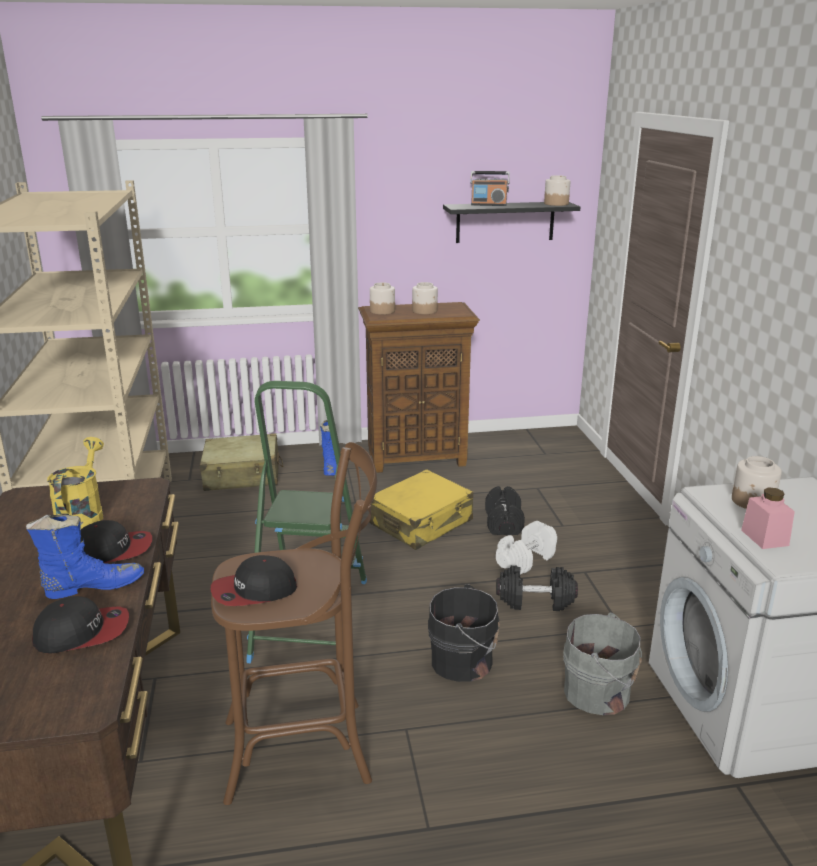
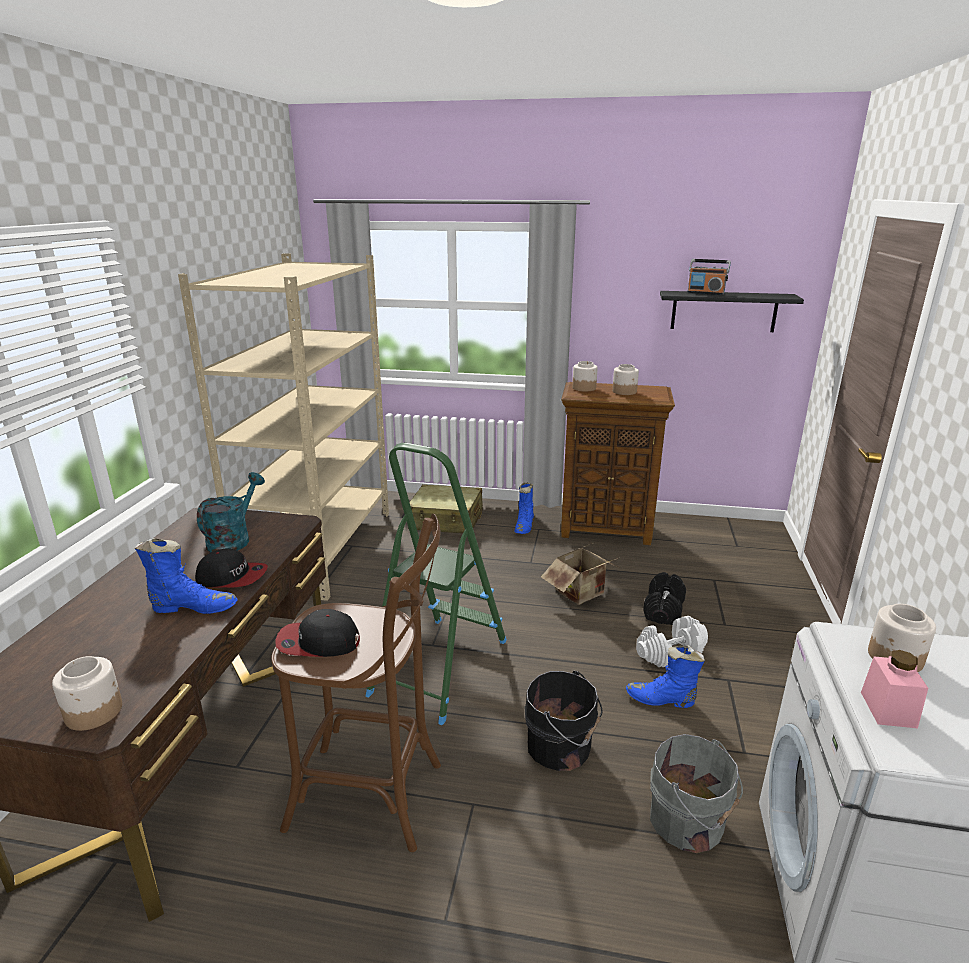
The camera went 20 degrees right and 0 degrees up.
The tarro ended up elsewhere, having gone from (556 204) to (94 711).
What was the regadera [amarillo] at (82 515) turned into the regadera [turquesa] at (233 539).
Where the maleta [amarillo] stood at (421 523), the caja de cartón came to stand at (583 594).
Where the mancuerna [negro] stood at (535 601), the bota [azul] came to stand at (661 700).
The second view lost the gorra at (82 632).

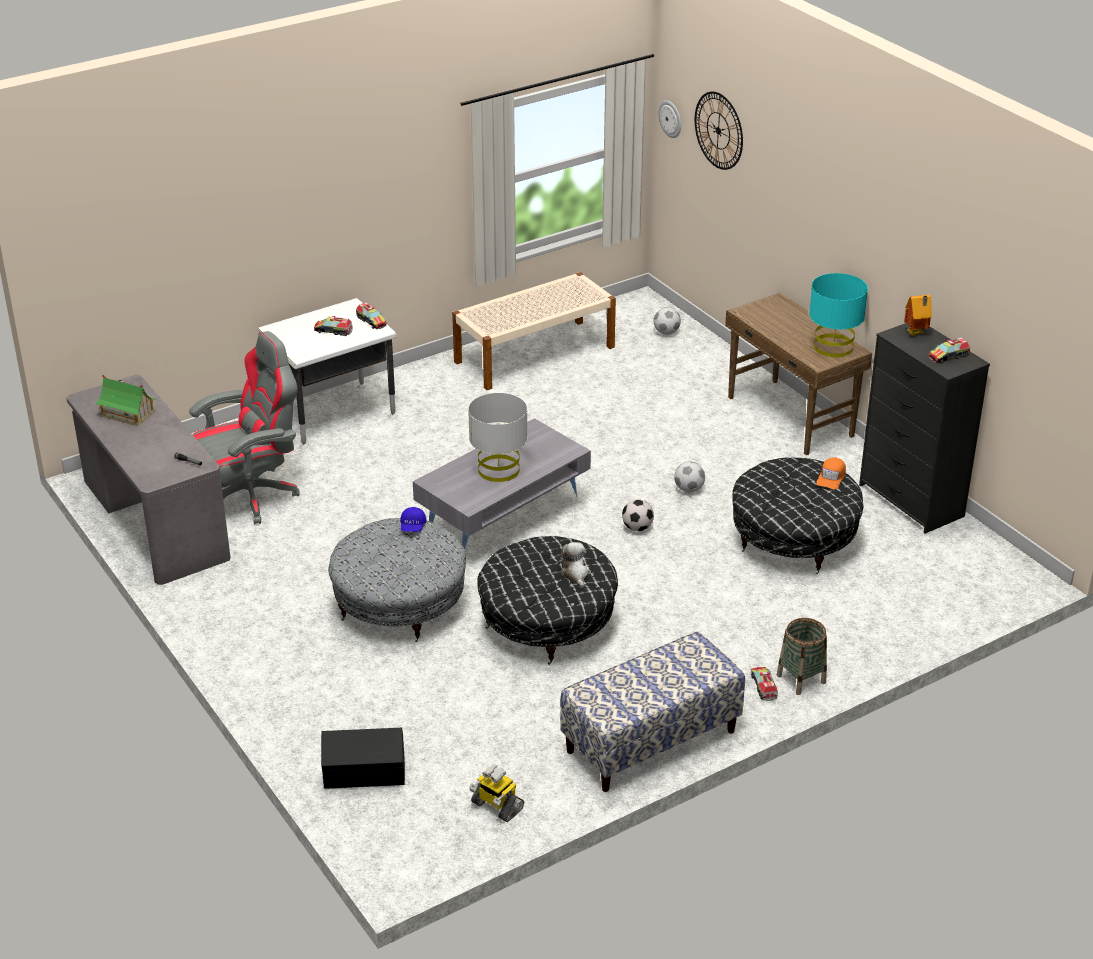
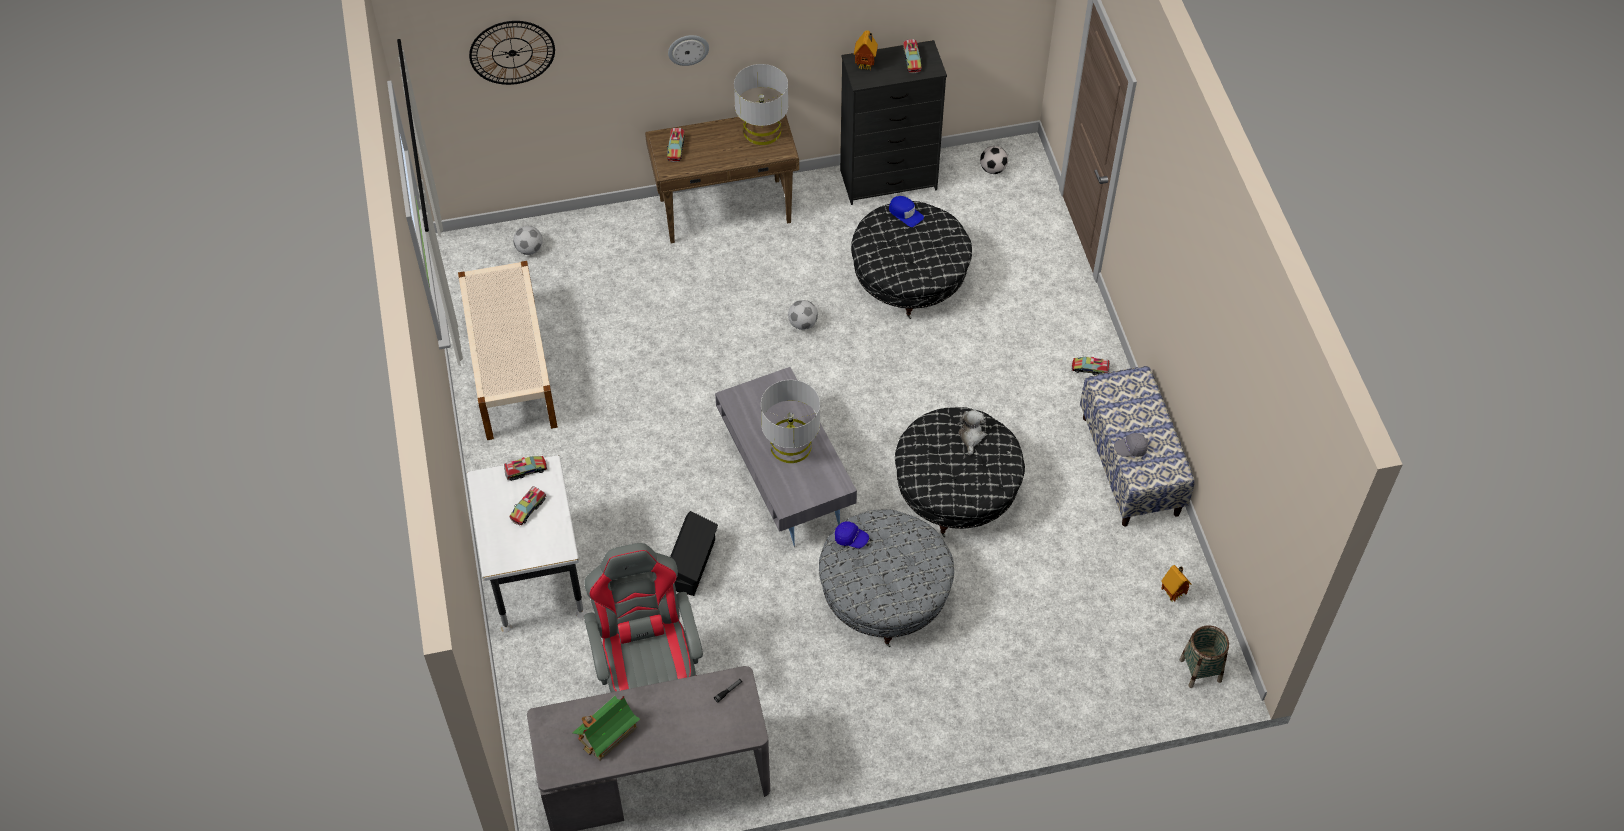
The camera went 70 degrees left and 20 degrees up.
The reloj de pared ended up elsewhere, having gone from (671 118) to (688 49).
What was the lámpara de mesa [turquesa] at (833 347) turned into the lámpara de mesa [gris] at (762 131).
What was the gorra [naranja] at (831 477) turned into the gorra [azul] at (905 213).
The balón de fútbol ended up elsewhere, having gone from (637 528) to (993 169).
The peluche at (575 574) ended up facing another way, 90 degrees clockwise from before.
The cesta ended up elsewhere, having gone from (801 679) to (1200 670).
The caja de almacenaje [negro] ended up elsewhere, having gone from (365 774) to (691 563).
Where the robot de juguete stood at (496 806), the casita came to stand at (1173 594).
The second view gained the camión de juguete at (676 148).
The second view gained the gorra [gris] at (1130 449).

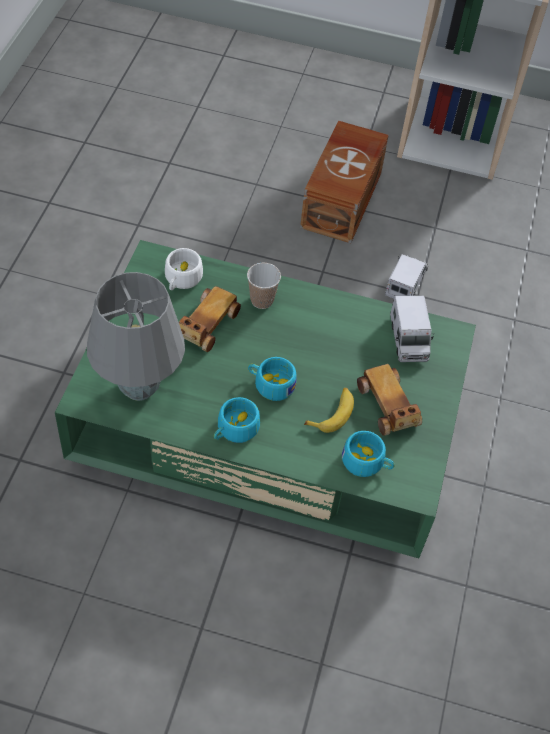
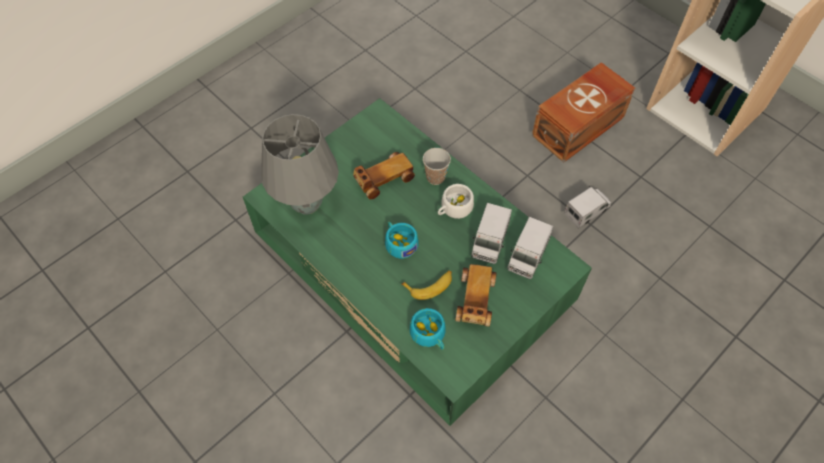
The camera went 35 degrees right and 5 degrees up.
The taza [blanco] ended up elsewhere, having gone from (181 280) to (453 209).
The second view lost the taza [turquesa] at (234 430).
The second view gained the camión de juguete at (489 241).

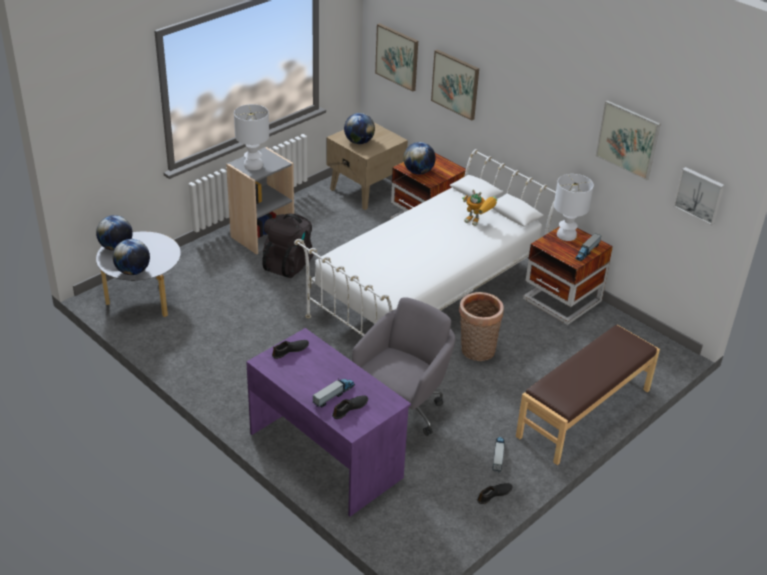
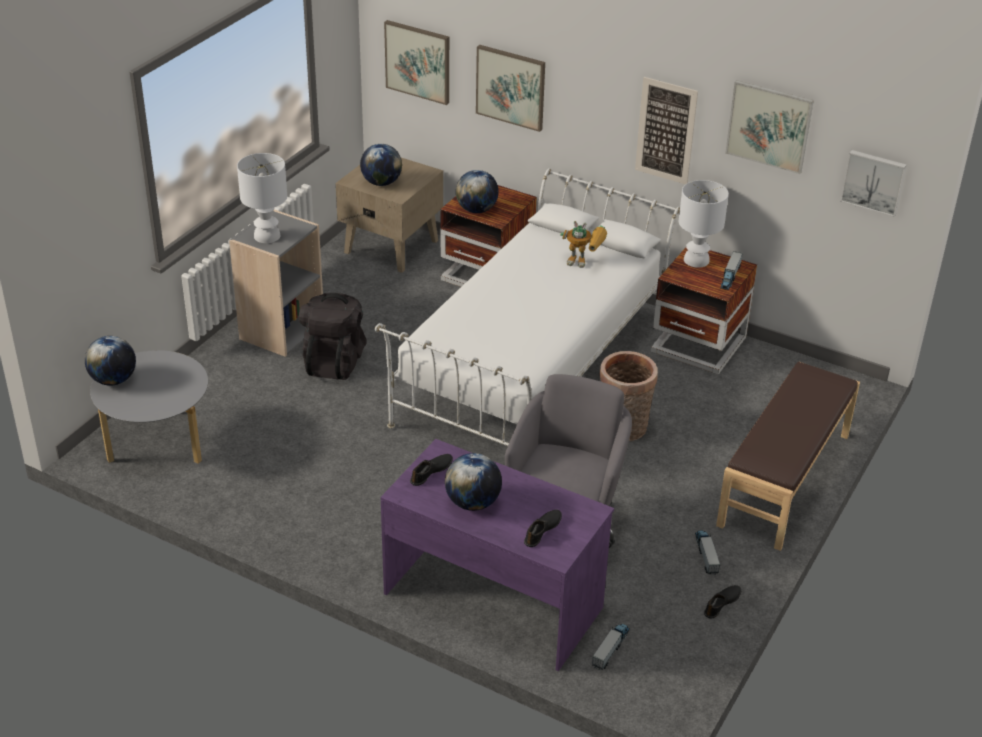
The camera went 15 degrees left and 0 degrees up.
The globo terráqueo ended up elsewhere, having gone from (133 271) to (473 503).
The camión de juguete ended up elsewhere, having gone from (334 395) to (611 649).
The second view gained the cuadro at (666 131).

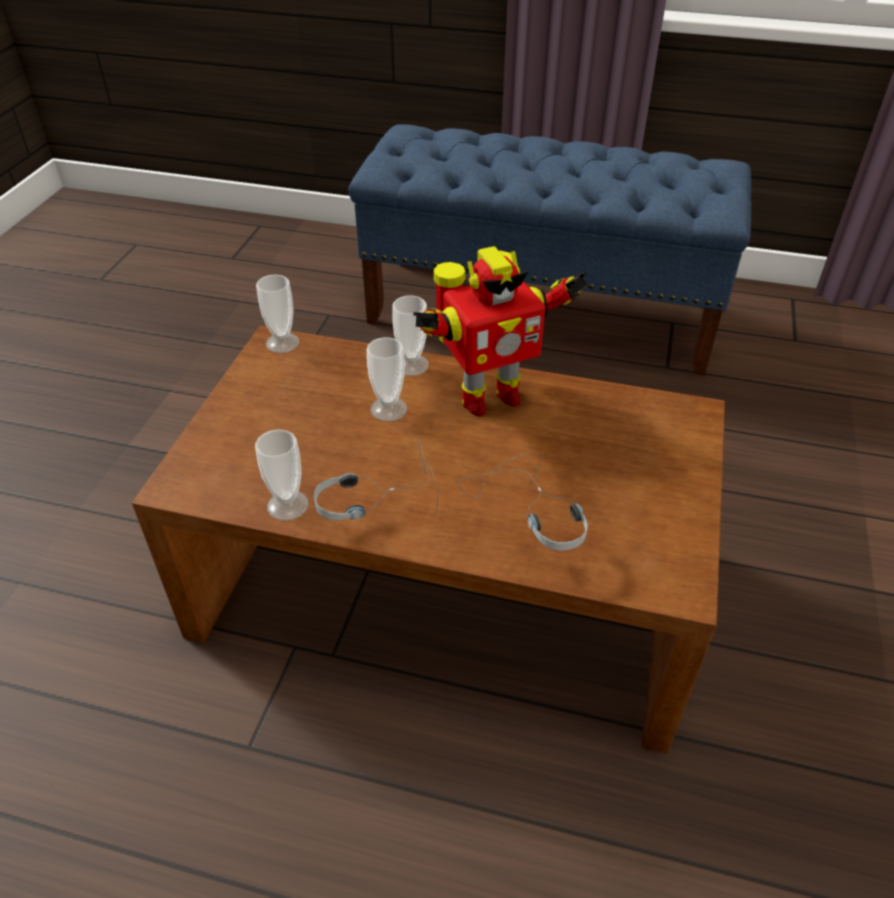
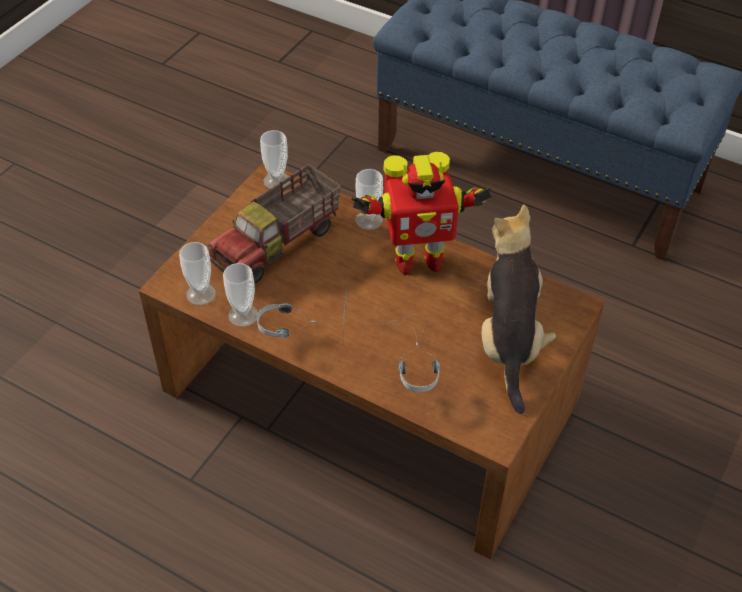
The camera went 15 degrees right and 5 degrees up.
The taza ended up elsewhere, having gone from (388 409) to (201 294).
The second view gained the camión de juguete at (278 244).
The second view gained the peluche at (509 341).

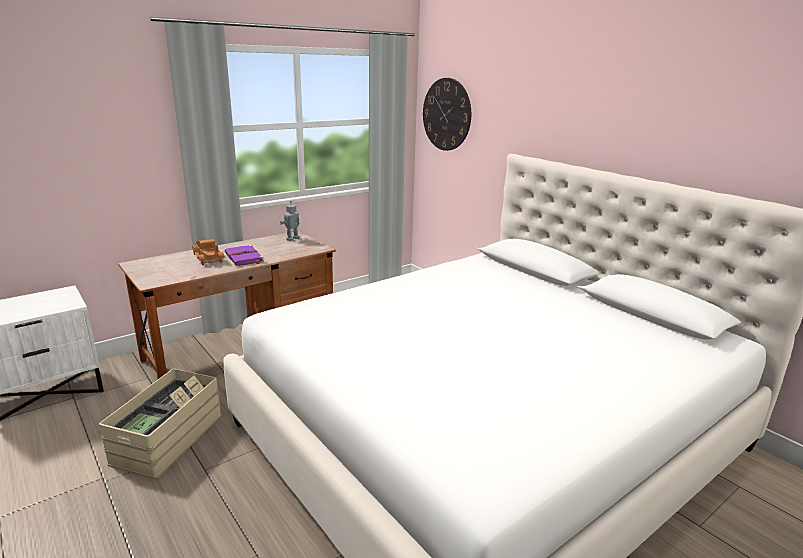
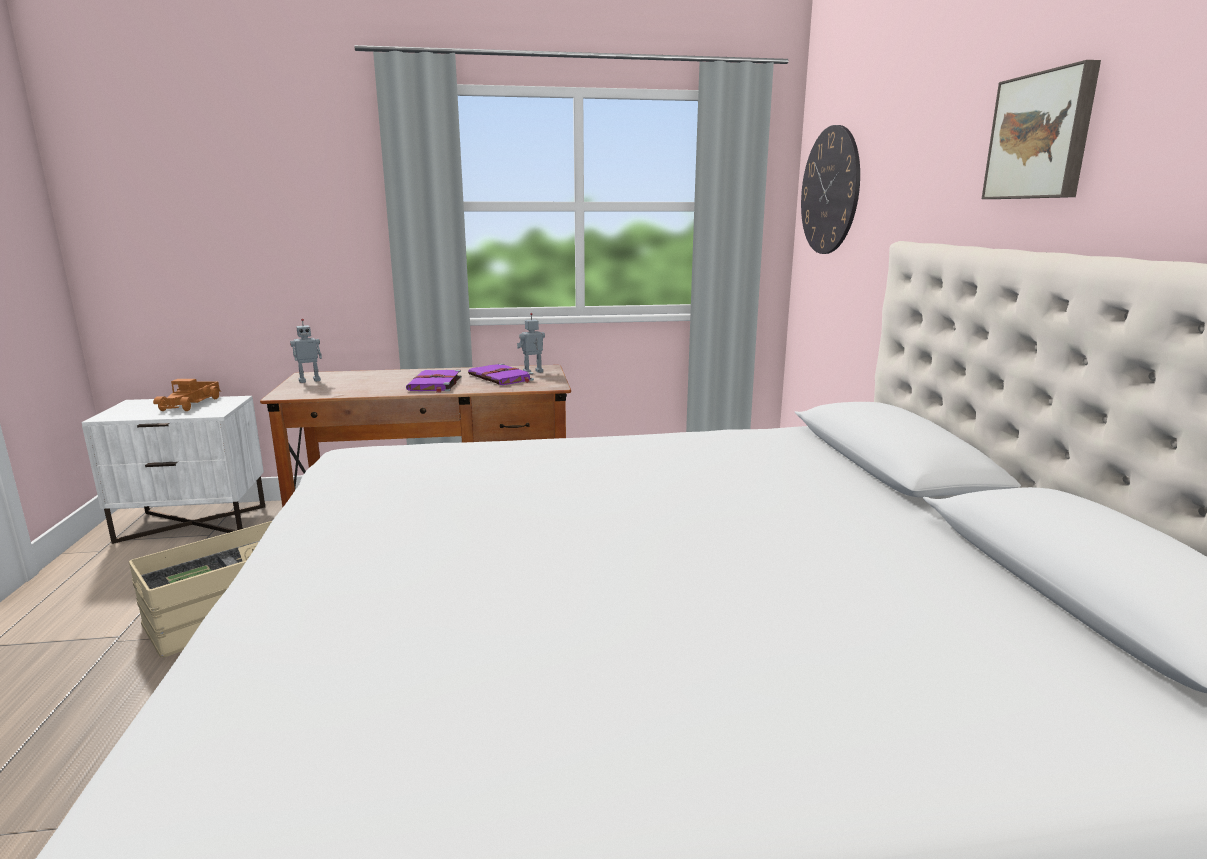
The camera went 30 degrees right and 5 degrees down.
The camión de juguete ended up elsewhere, having gone from (209 257) to (192 404).
The second view gained the cuadro at (1041 136).
The second view gained the robot de juguete at (309 380).
The second view gained the libro [morado] at (501 378).

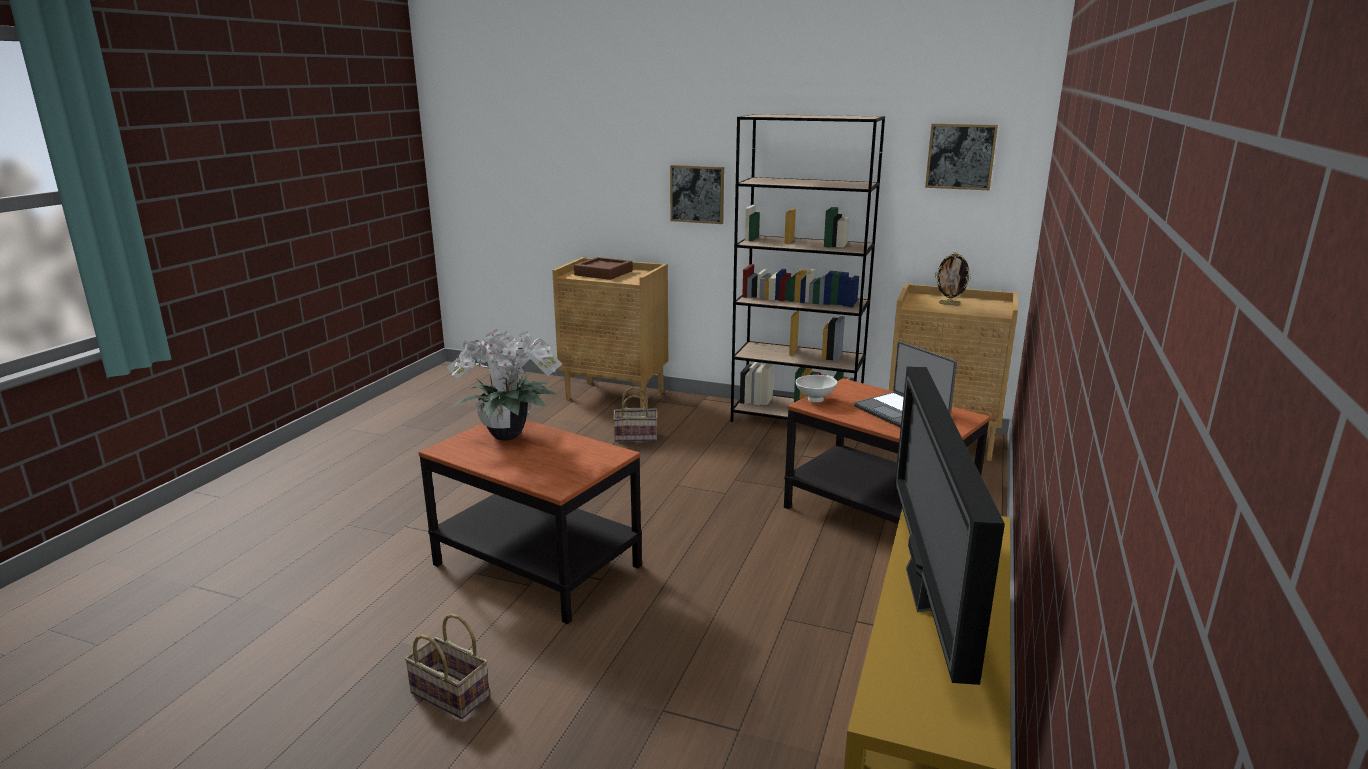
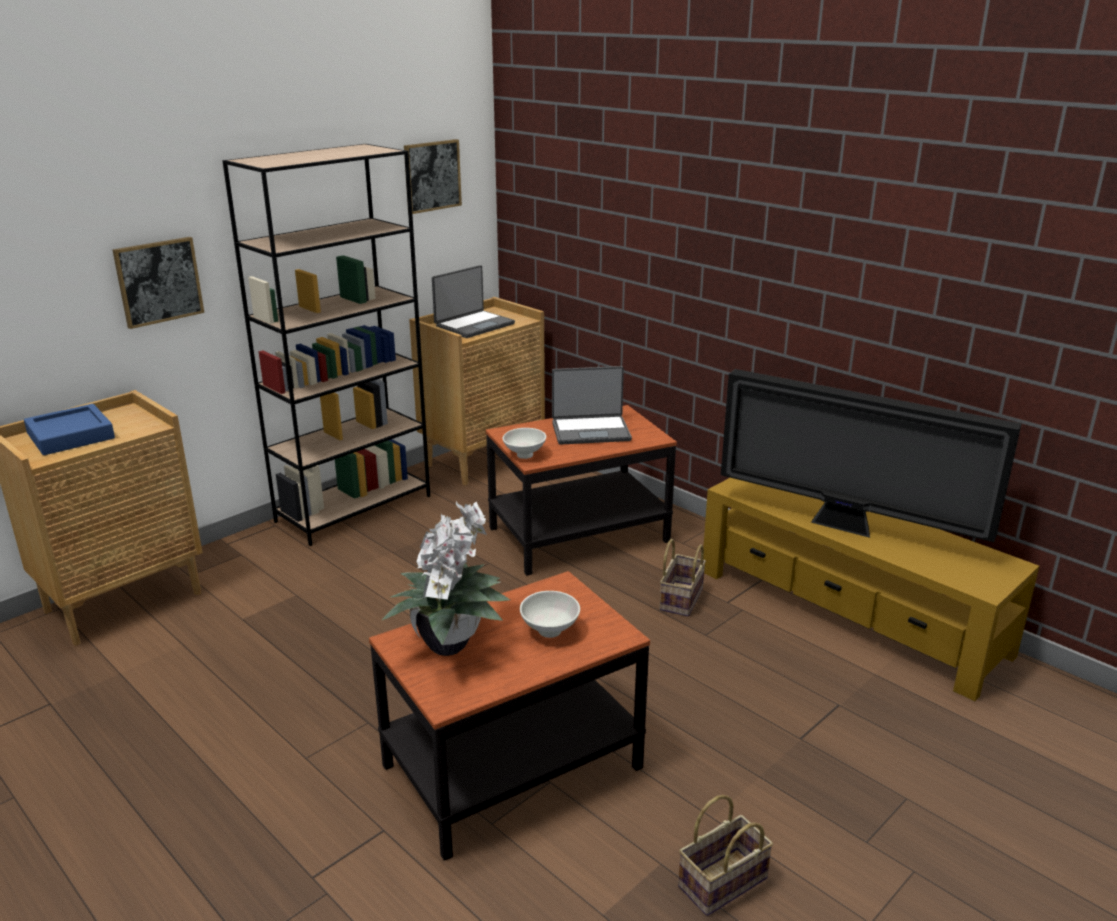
The camera went 65 degrees left and 5 degrees up.
Where the portarretratos stood at (949 304), the portátil came to stand at (474 325).
What was the bandeja [marrón] at (603 273) turned into the bandeja [azul] at (71 436).
The cesta ended up elsewhere, having gone from (637 436) to (680 598).
The second view gained the cuenco [blanco] at (551 631).

